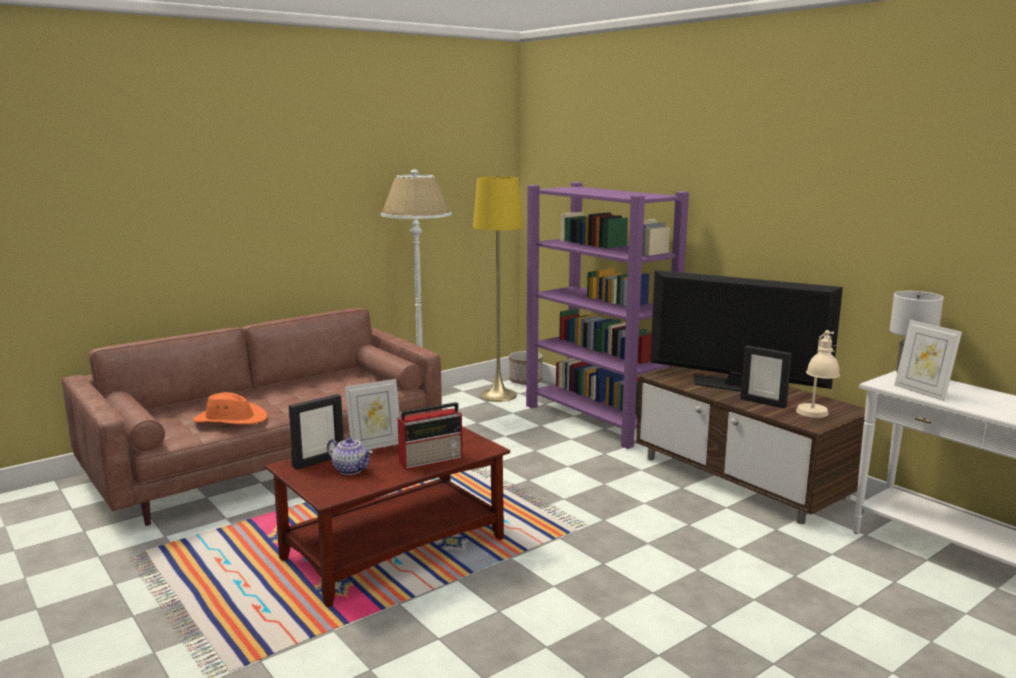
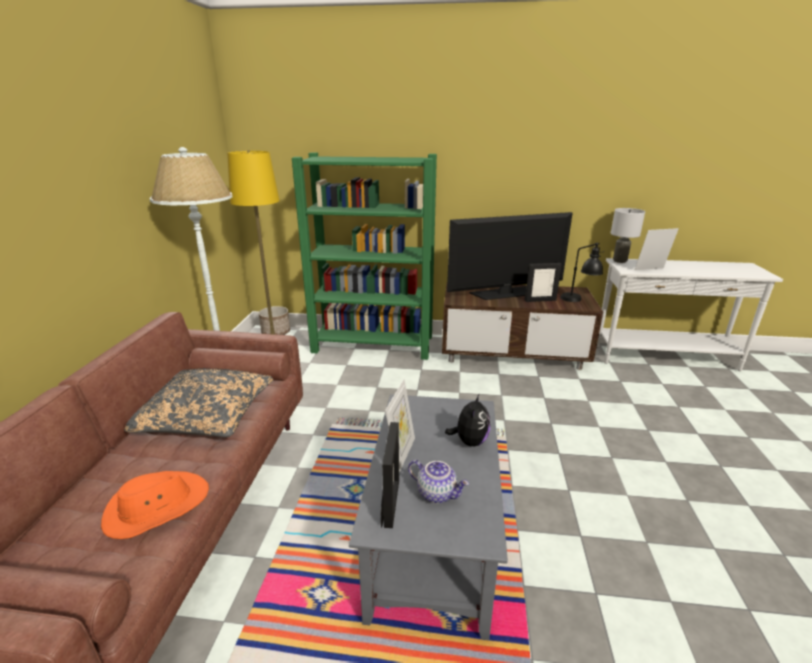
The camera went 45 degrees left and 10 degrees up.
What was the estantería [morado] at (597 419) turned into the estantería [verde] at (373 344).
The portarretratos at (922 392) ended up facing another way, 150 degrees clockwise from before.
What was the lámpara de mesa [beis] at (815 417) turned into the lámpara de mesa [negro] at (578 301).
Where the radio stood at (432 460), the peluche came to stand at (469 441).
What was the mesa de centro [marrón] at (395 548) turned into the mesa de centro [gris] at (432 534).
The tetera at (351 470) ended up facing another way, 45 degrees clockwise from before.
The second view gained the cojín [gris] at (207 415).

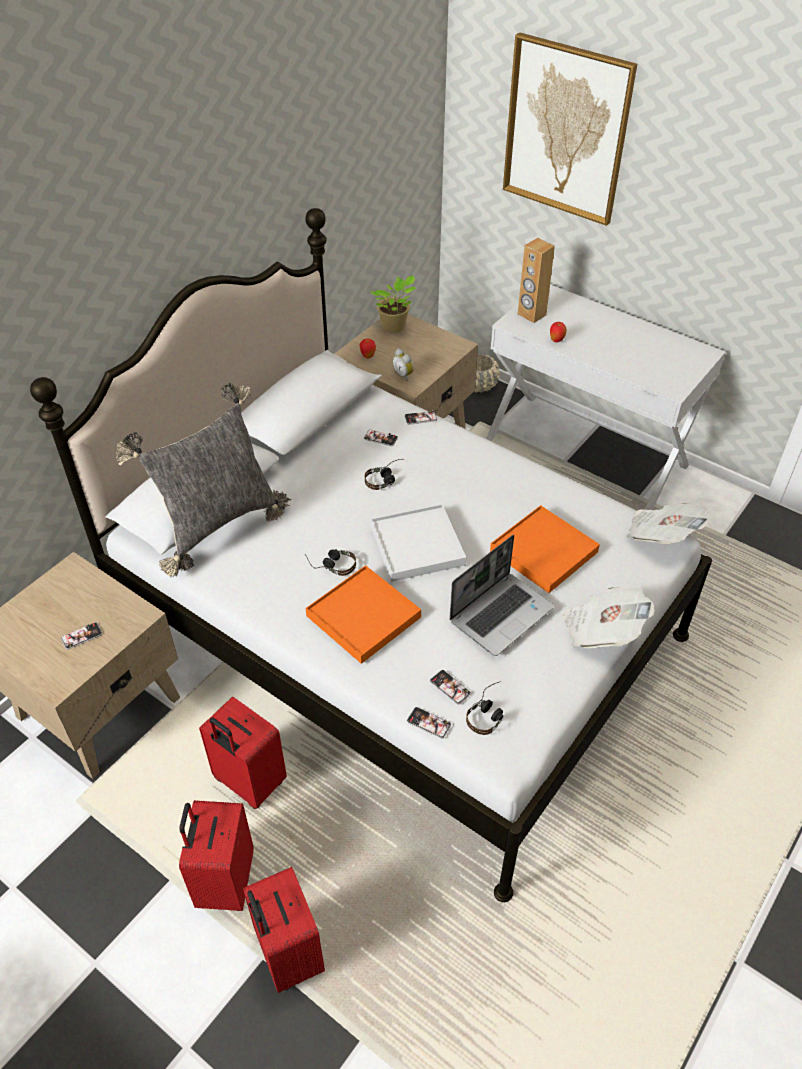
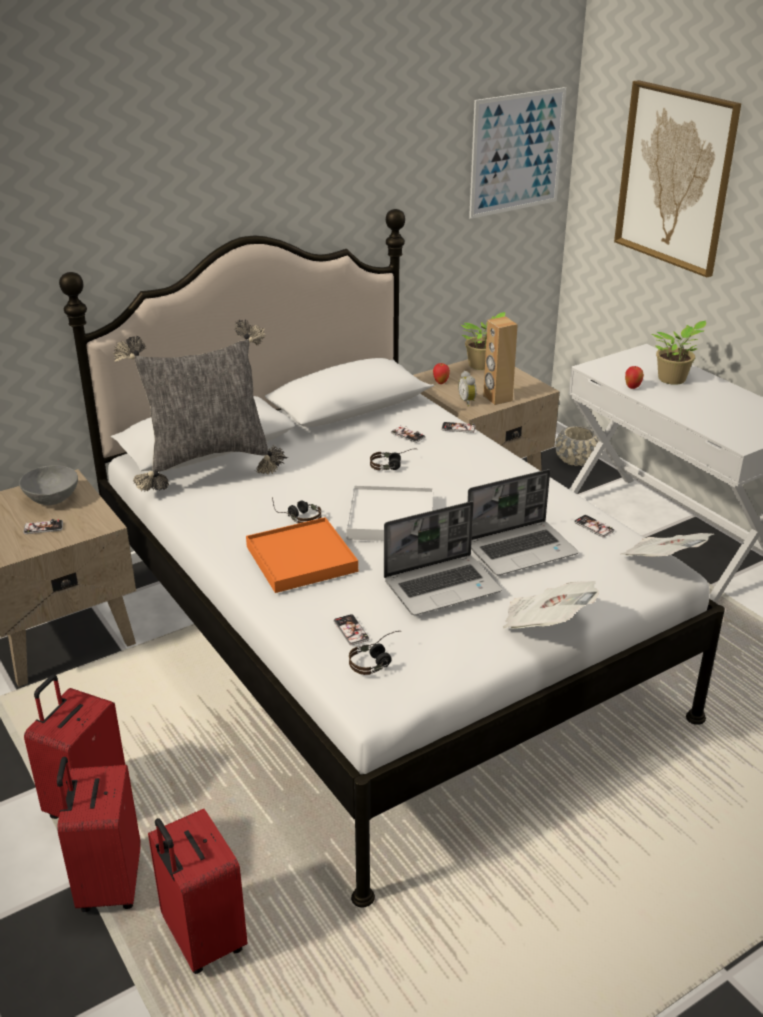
The camera went 20 degrees right and 15 degrees down.
The altavoz [marrón] ended up elsewhere, having gone from (531 315) to (497 398).
Where the bandeja [naranja] stood at (543 551), the portátil came to stand at (521 549).
The maleta [rojo] ended up elsewhere, having gone from (248 783) to (201 939).
The móvil ended up elsewhere, having gone from (428 723) to (593 526).
The second view gained the cuadro at (516 152).
The second view gained the planta en maceta at (673 380).
The second view gained the cuenco [gris] at (52 499).

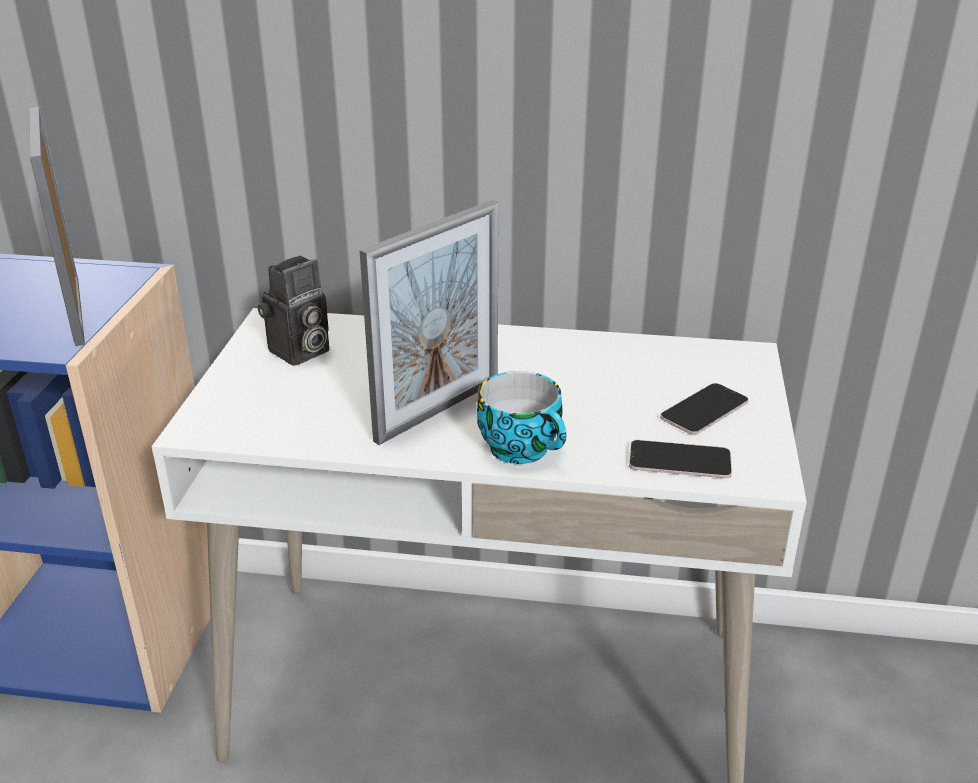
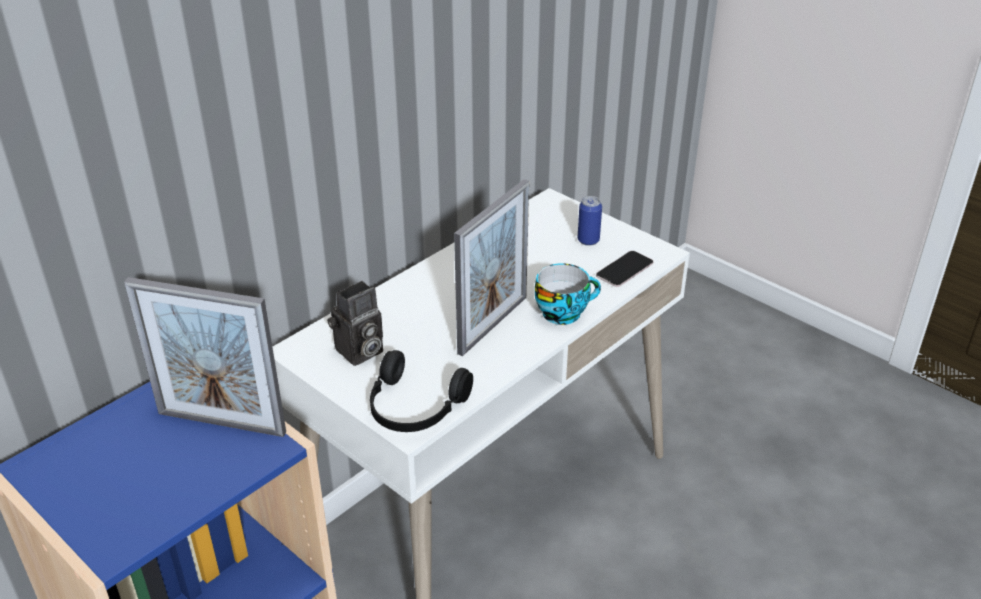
The camera went 55 degrees left and 5 degrees up.
The portarretratos at (438 410) ended up facing another way, 45 degrees clockwise from before.
The cámara at (299 353) ended up facing another way, 60 degrees clockwise from before.
Where the móvil stood at (704 410), the lata came to stand at (588 240).
The second view gained the auriculares [negro] at (414 408).

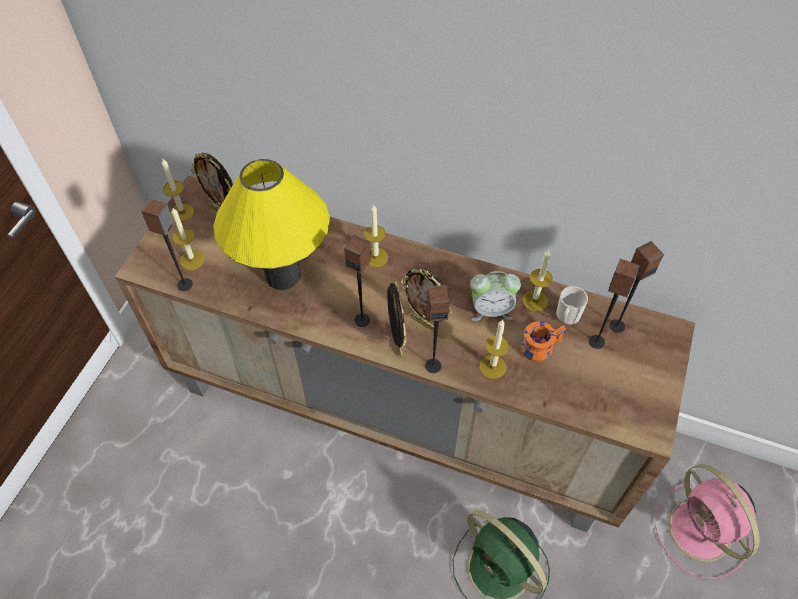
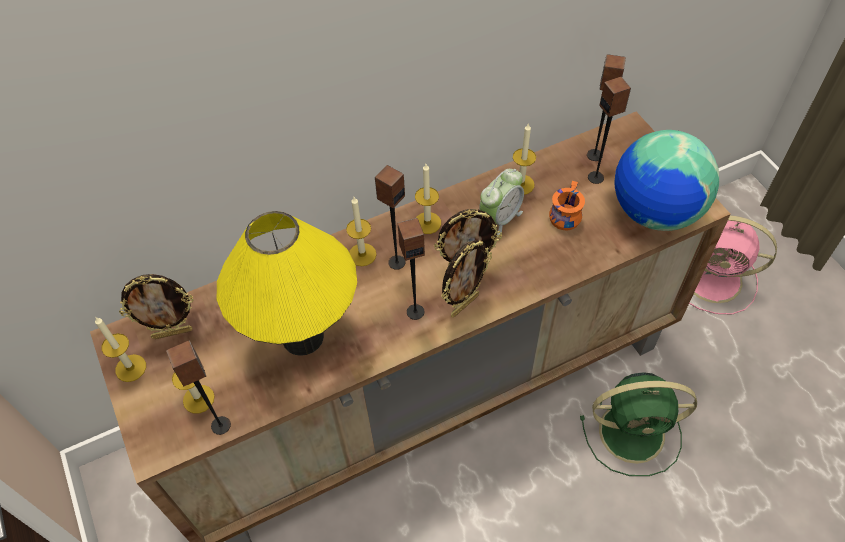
The camera went 45 degrees left and 0 degrees up.
The portarretratos at (396 343) ended up facing another way, 105 degrees clockwise from before.
The altavoz ended up elsewhere, having gone from (433 365) to (396 262).
The second view lost the taza grande at (567 317).
The vela ended up elsewhere, having gone from (492 367) to (427 223).
The second view gained the globo terráqueo at (654 212).

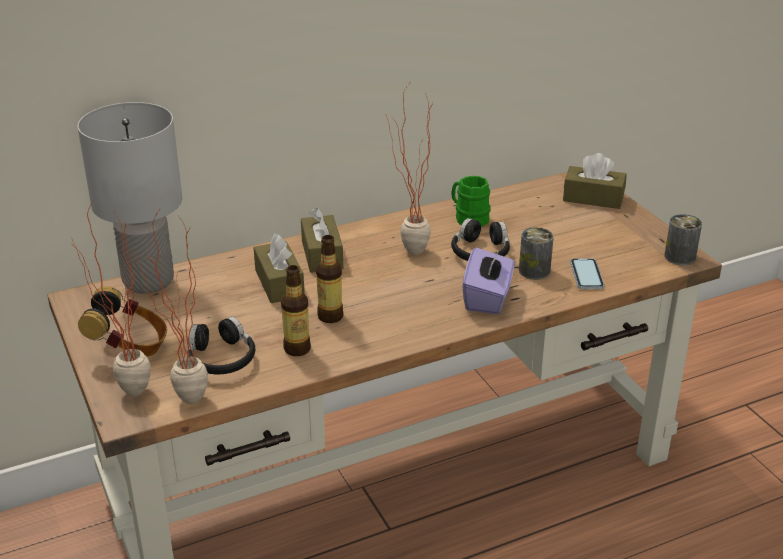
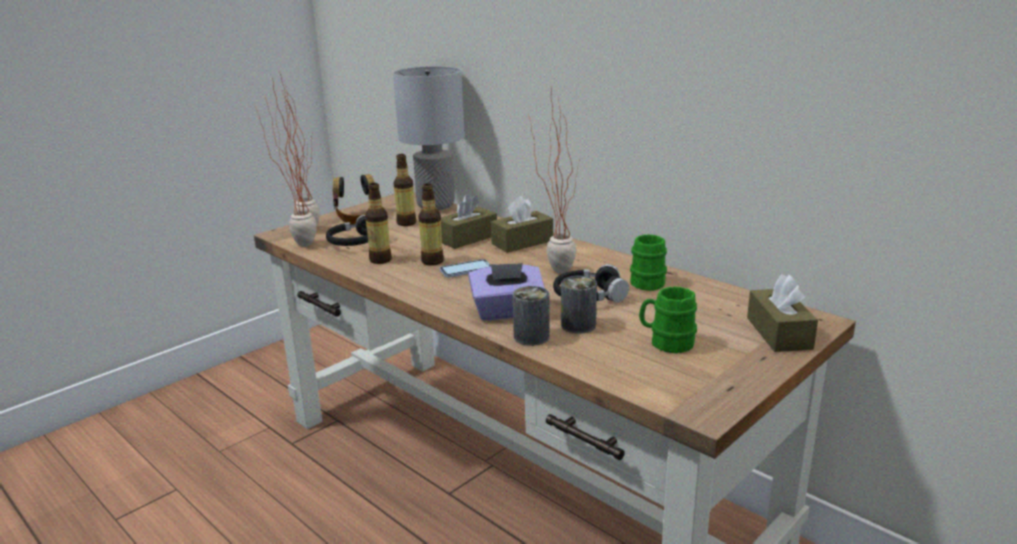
The camera went 70 degrees right and 10 degrees down.
The lata ended up elsewhere, having gone from (680 257) to (531 337).
The móvil ended up elsewhere, having gone from (586 275) to (466 270).
The second view gained the botella at (406 223).
The second view gained the taza grande [verde] at (666 342).

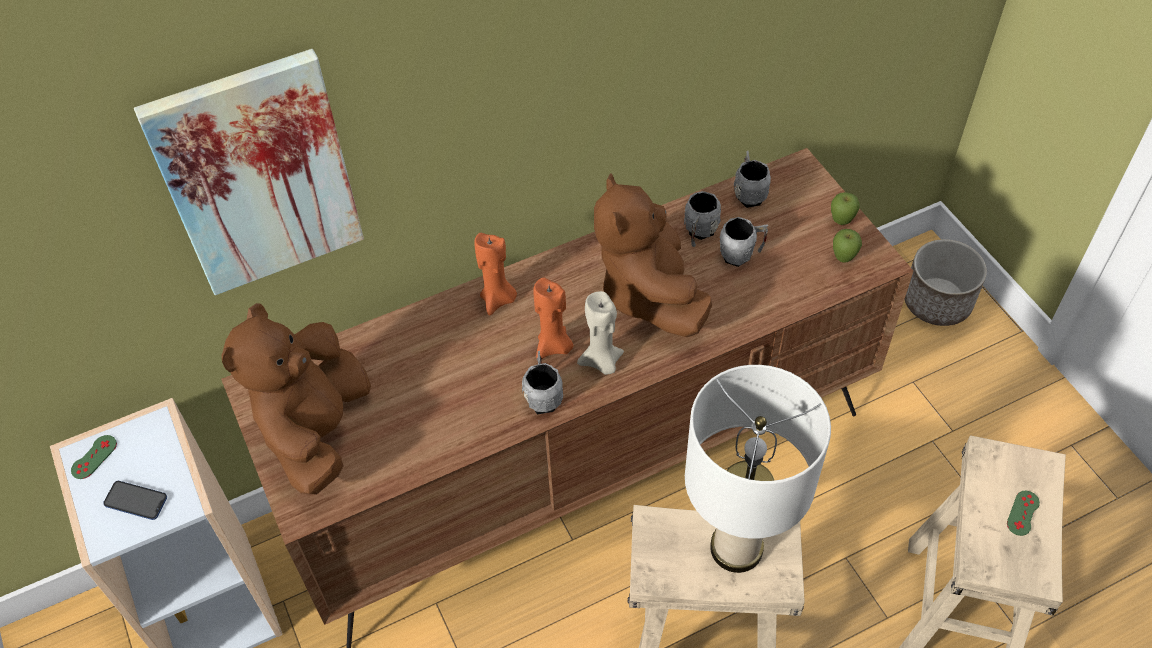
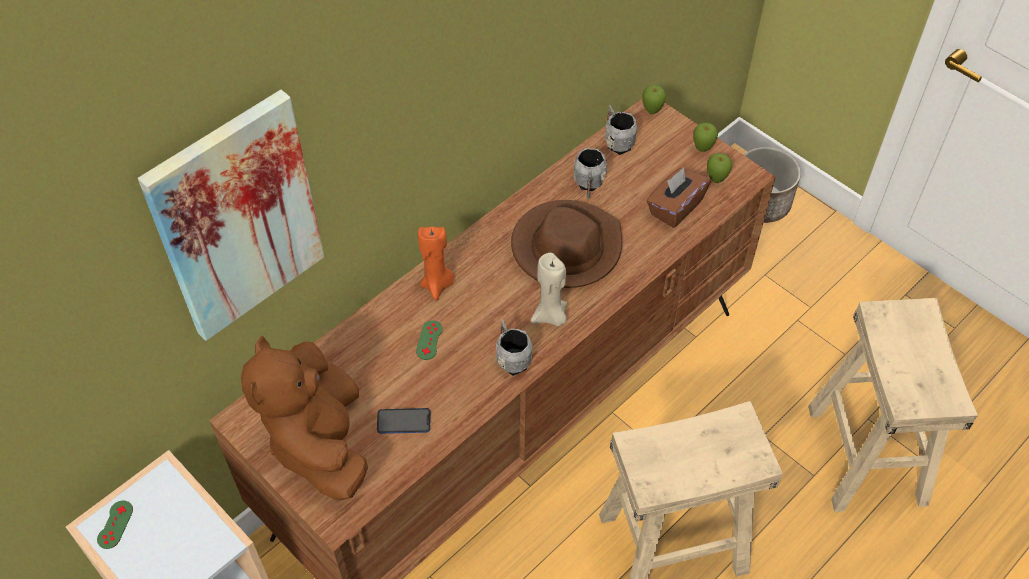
The camera went 20 degrees left and 0 degrees up.
Where the peluche [marrón] stood at (648 293), the sombrero [marrón] came to stand at (566 247).
The second view lost the taza grande [gris] at (741 254).
The second view lost the vela [naranja] at (554 347).
The second view lost the lámpara de mesa [blanco] at (735 549).
The móvil ended up elsewhere, having gone from (136 501) to (404 422).
The mando de consola [verde] ended up elsewhere, having gone from (1023 513) to (429 340).
The second view gained the manzana at (652 111).
The second view gained the caja de pañuelos [marrón] at (675 208).

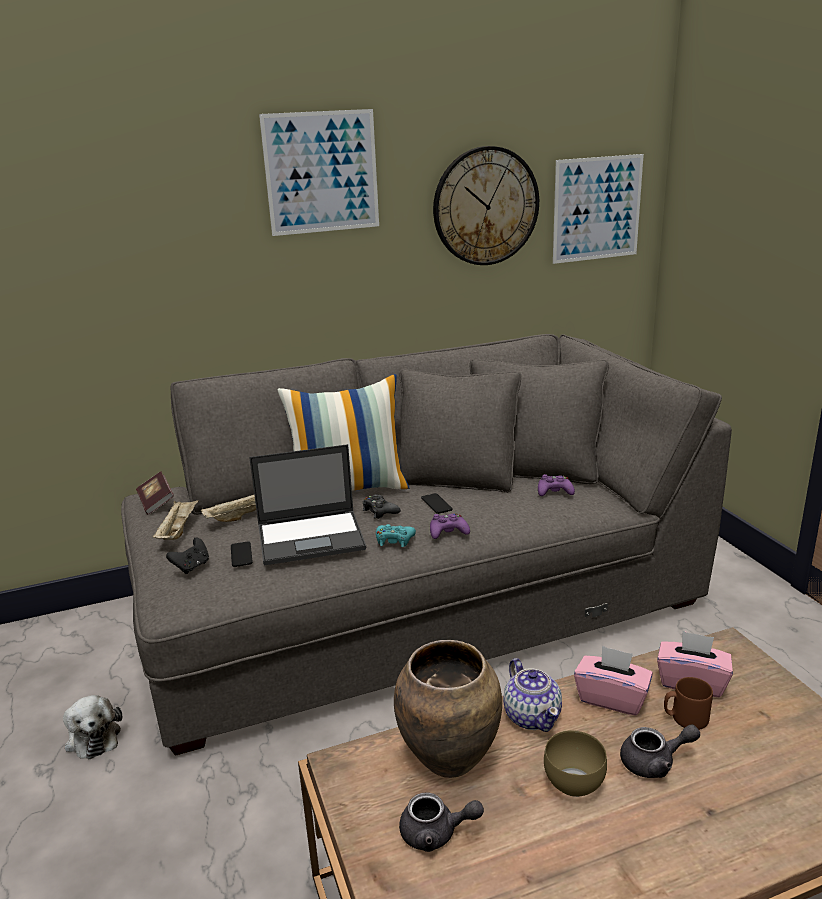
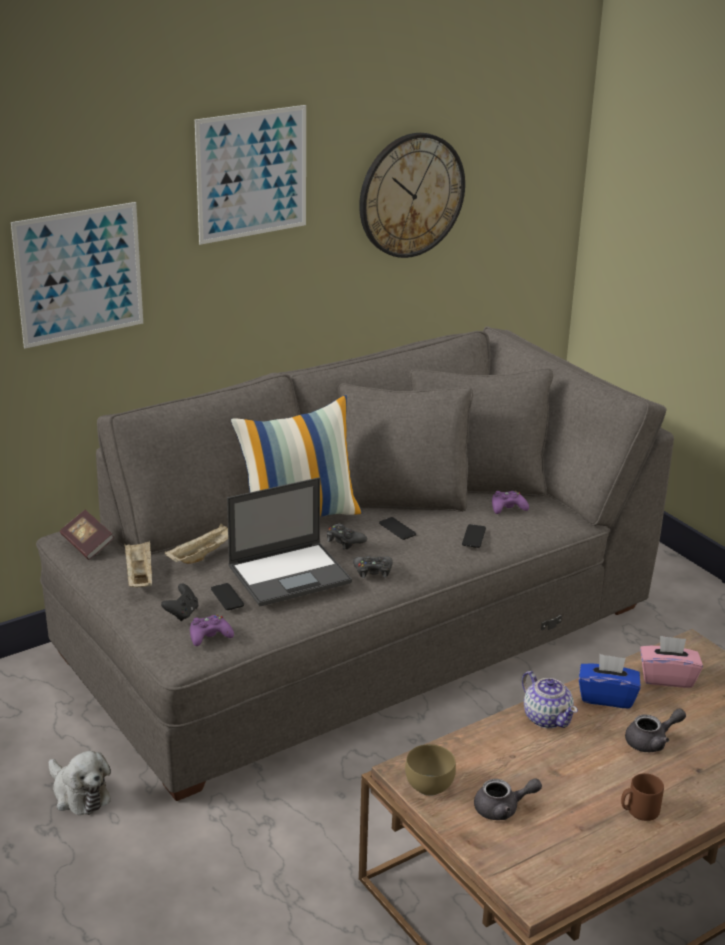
The camera went 15 degrees left and 5 degrees up.
The cuadro ended up elsewhere, having gone from (597 209) to (79 274).
The mando de consola [morado] ended up elsewhere, having gone from (448 532) to (209 635).
What was the mando de consola [turquesa] at (394 540) turned into the mando de consola [negro] at (373 571).
The second view lost the florero [marrón] at (451 759).
What was the caja de pañuelos [rosa] at (612 698) turned into the caja de pañuelos [azul] at (606 697).
The taza grande [marrón] ended up elsewhere, having gone from (685 718) to (639 811).
The cuenco [marrón] ended up elsewhere, having gone from (573 785) to (428 788).
The second view gained the móvil at (474 536).

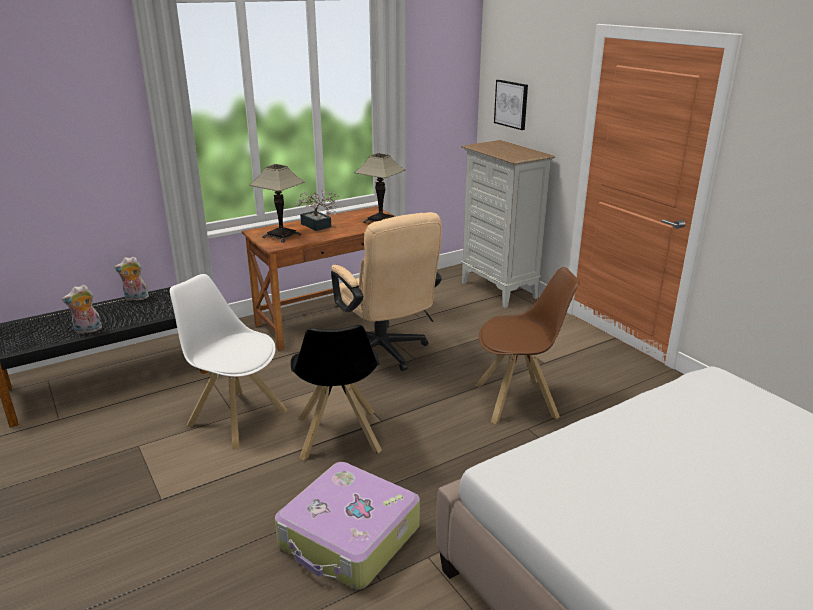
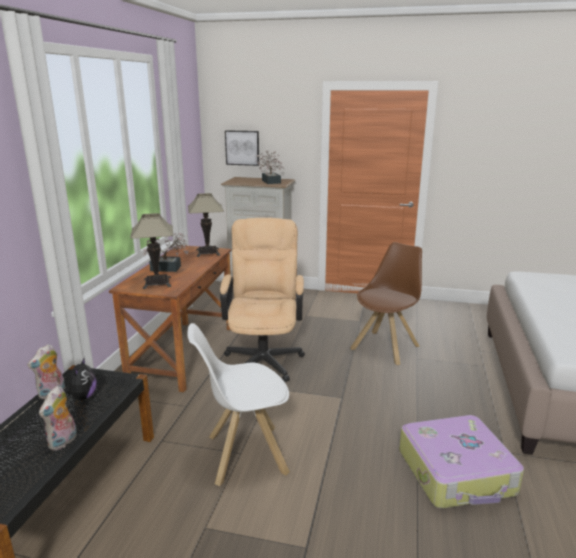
The camera went 45 degrees left and 5 degrees down.
The silla de oficina [beis] at (385 353) ended up facing another way, 105 degrees counterclockwise from before.
The second view lost the silla [negro] at (338 436).
The second view gained the planta en maceta at (270 181).
The second view gained the peluche at (82 397).

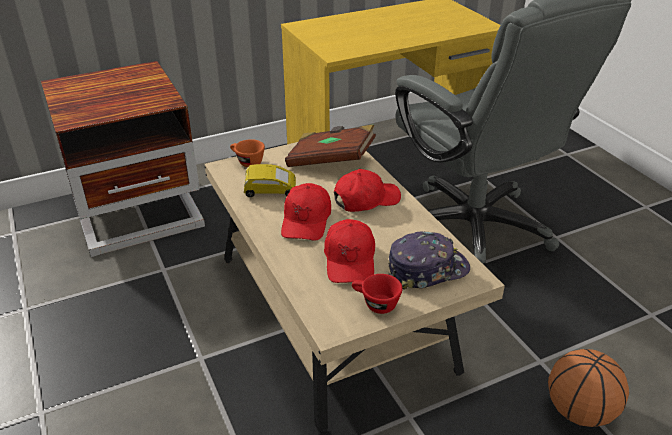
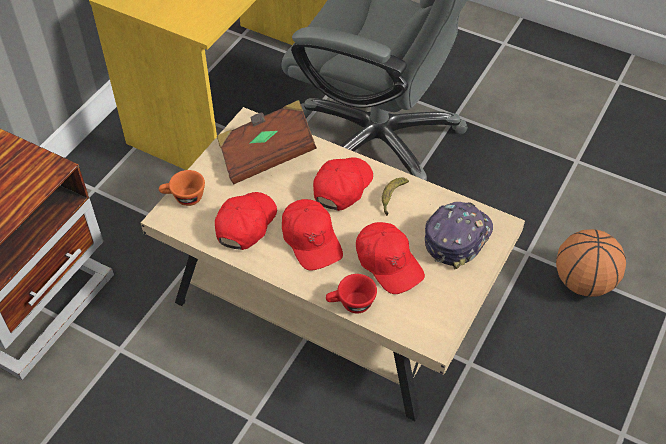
The camera went 35 degrees left and 15 degrees up.
Where the coche de juguete [amarillo] stood at (270 192), the gorra [rojo] came to stand at (245 224).
The taza [rojo] ended up elsewhere, having gone from (375 304) to (351 304).
The second view gained the plátano at (392 198).

